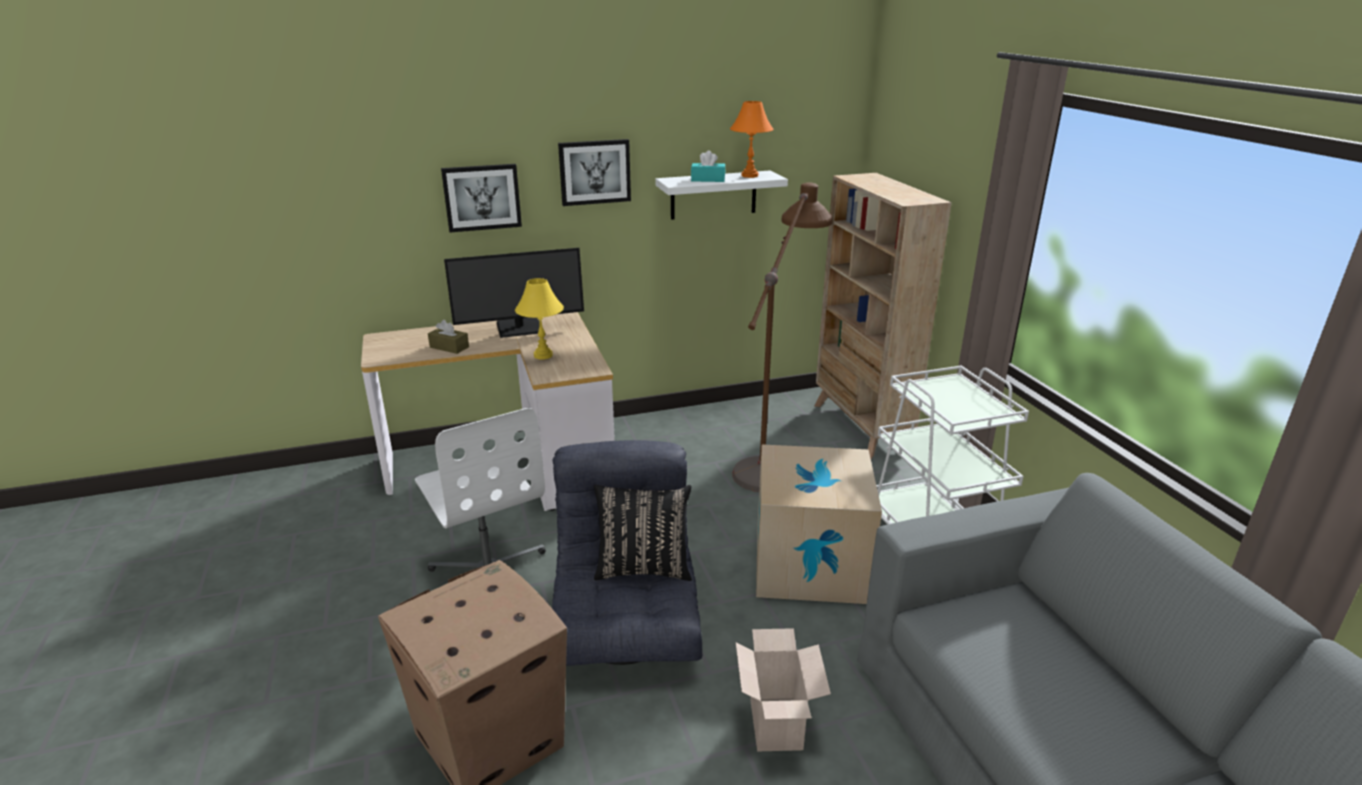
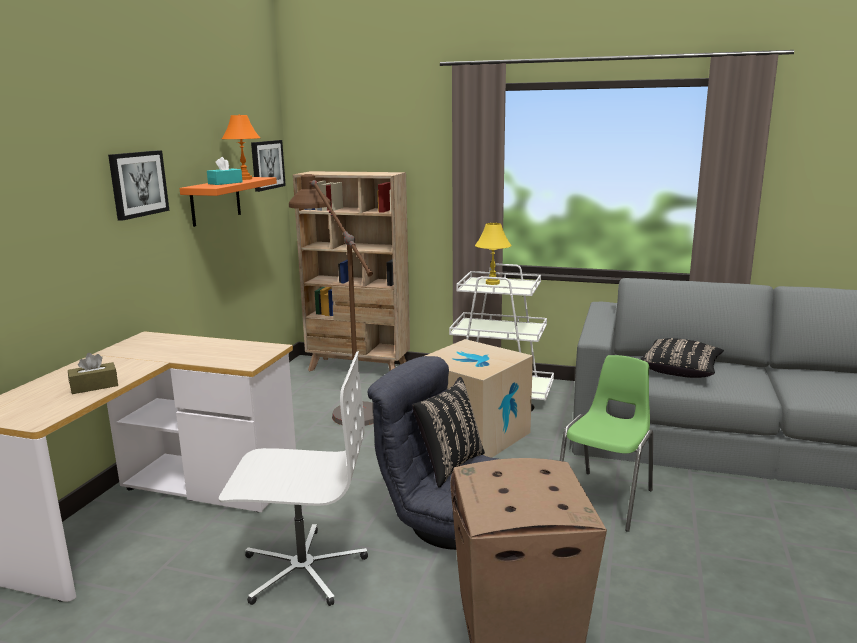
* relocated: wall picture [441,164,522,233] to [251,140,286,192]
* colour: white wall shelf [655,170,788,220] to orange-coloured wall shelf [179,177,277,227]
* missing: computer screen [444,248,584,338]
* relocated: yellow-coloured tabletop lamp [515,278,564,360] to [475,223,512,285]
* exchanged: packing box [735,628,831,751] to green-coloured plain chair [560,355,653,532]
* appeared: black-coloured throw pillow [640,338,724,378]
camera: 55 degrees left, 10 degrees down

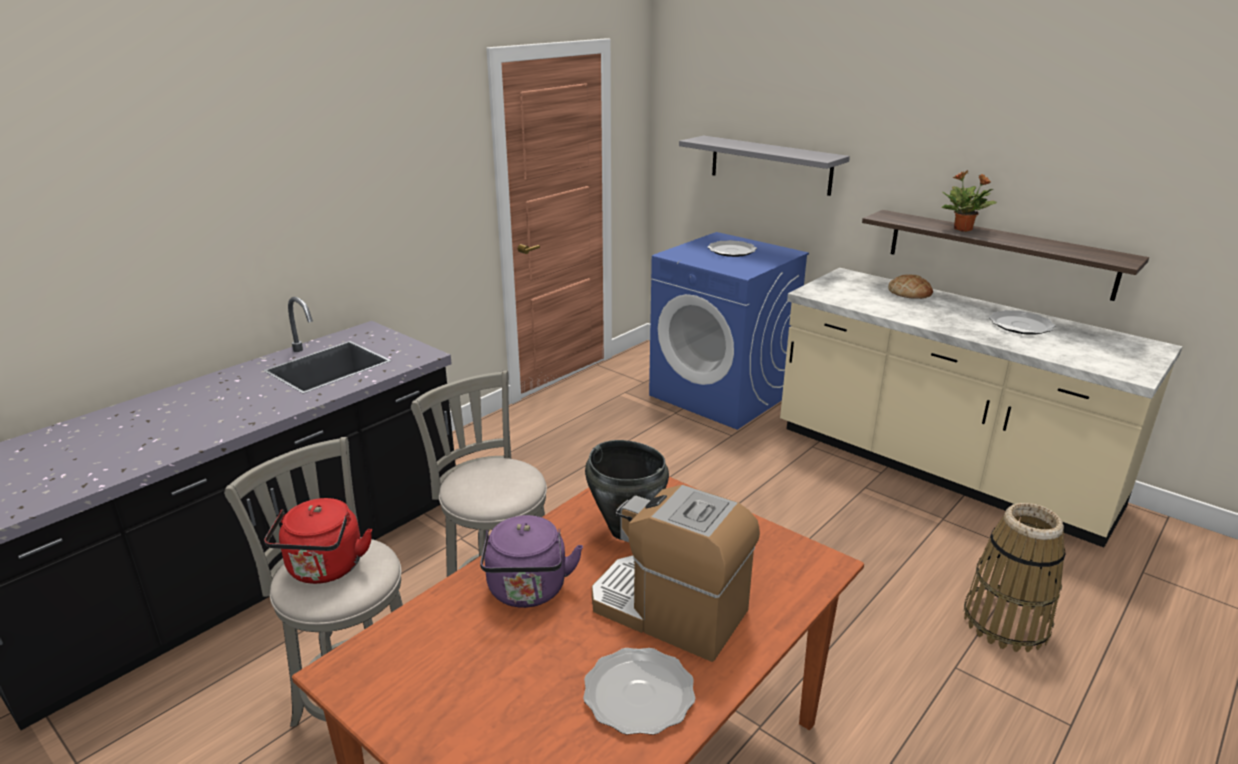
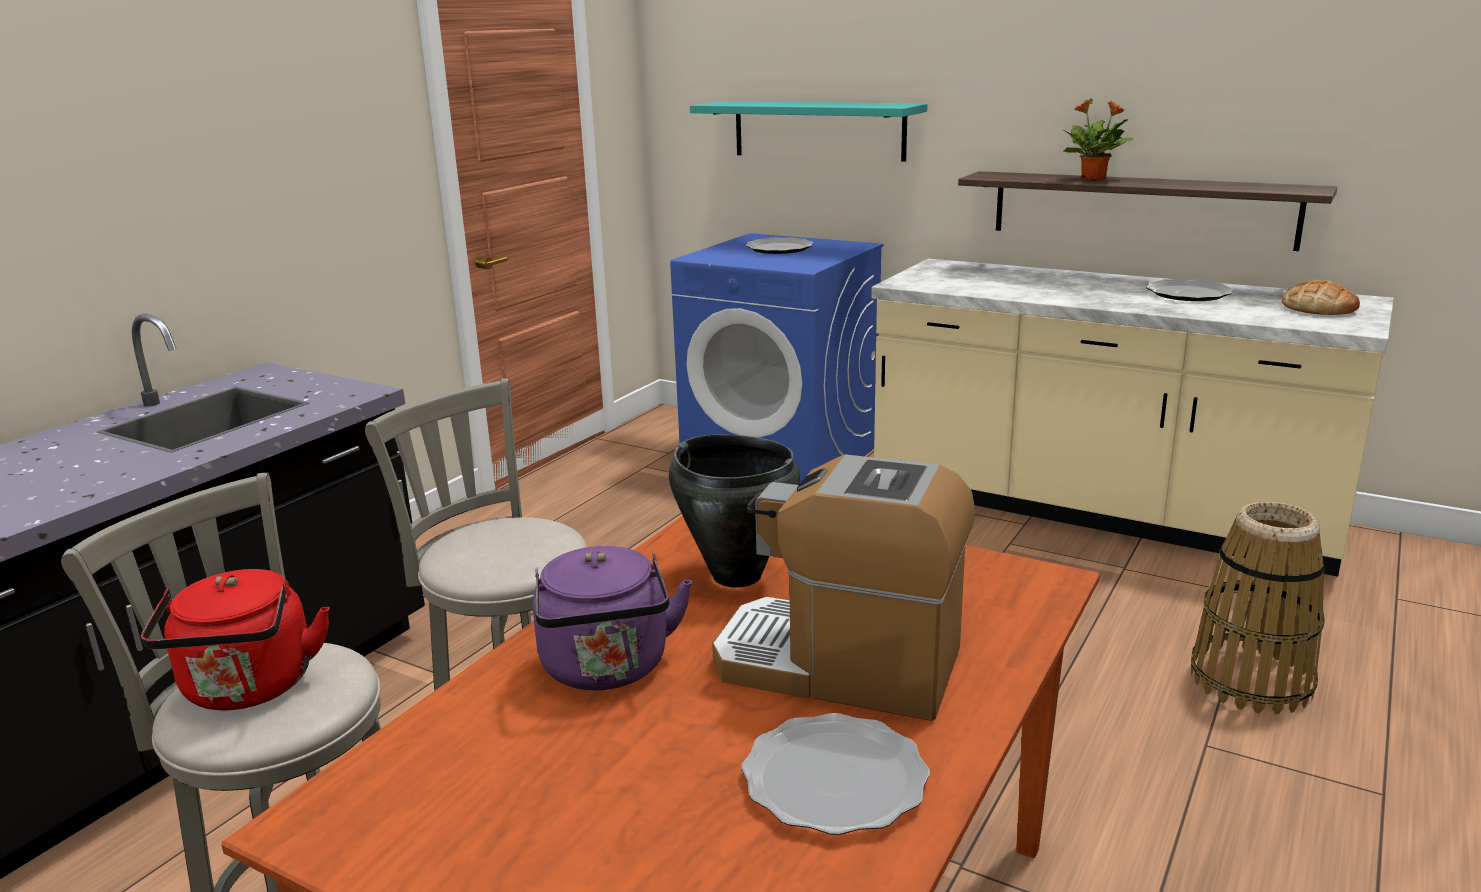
* colour: grey wall shelf [679,135,850,196] to turquoise wall shelf [690,101,928,162]
* relocated: bakery bread [888,274,933,299] to [1282,280,1360,315]
camera: 10 degrees left, 5 degrees down

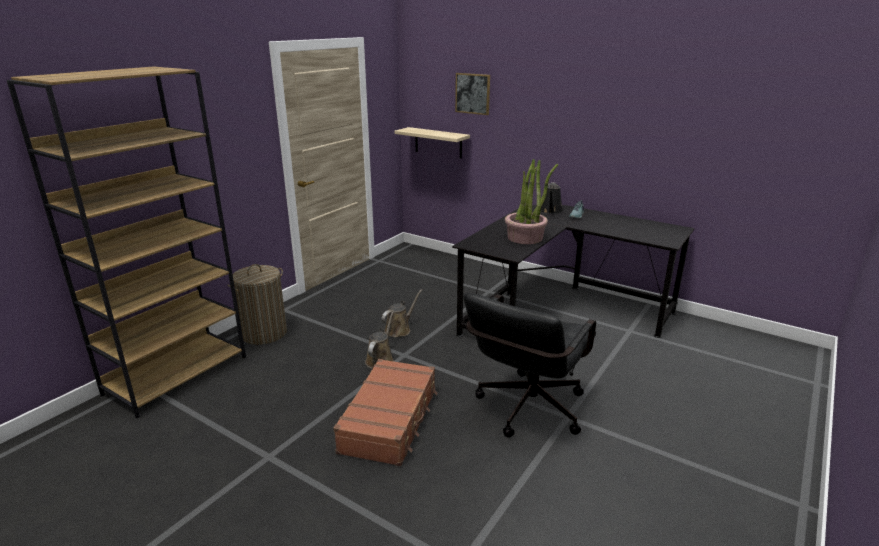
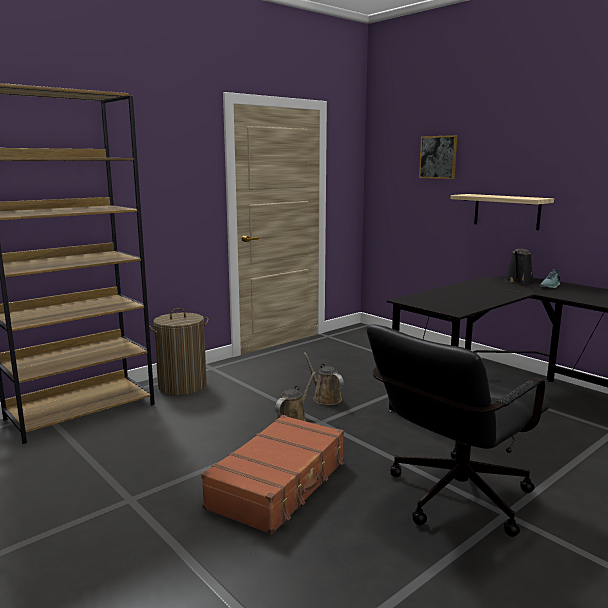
* relocated: wall shelf [394,127,470,159] to [451,194,554,230]
* missing: plant in a pot [505,159,558,244]
* spun: brownish watering pot [382,289,422,337] = [304,352,344,405] 90 degrees counterclockwise
camera: 15 degrees right, 10 degrees down

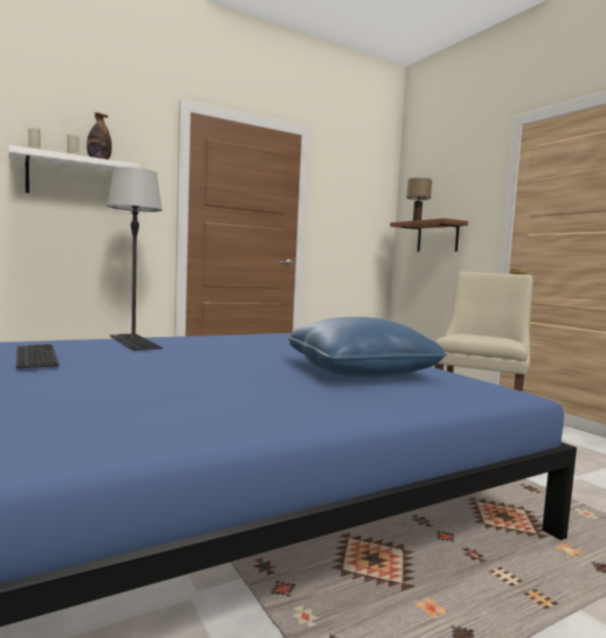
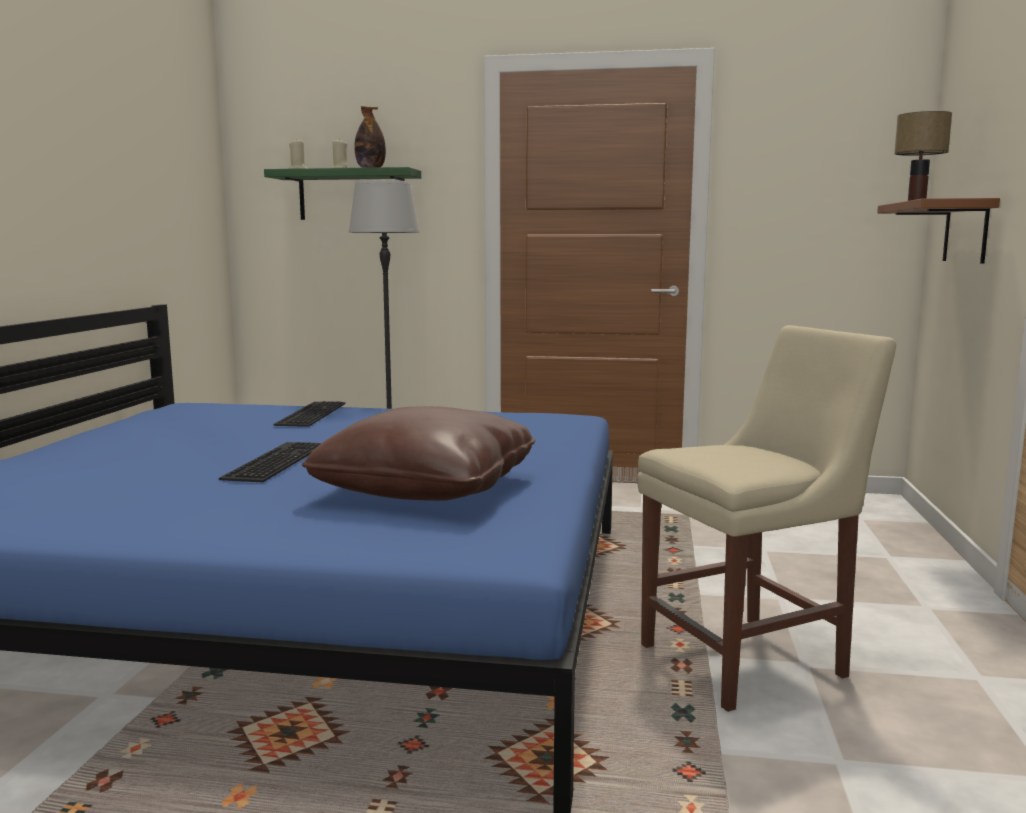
* colour: white wall shelf [9,145,140,193] to green-coloured wall shelf [264,167,421,220]
* colour: blue throw pillow [288,317,447,377] to brownish throw pillow [302,406,535,501]
* relocated: computer keyboard [16,344,59,369] to [219,442,321,482]
camera: 40 degrees right, 5 degrees up

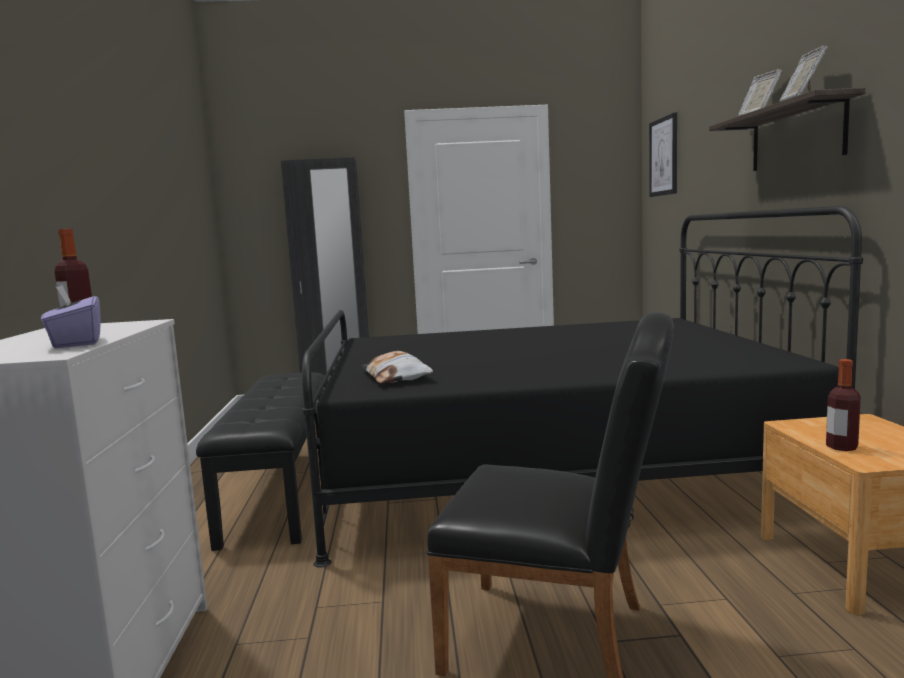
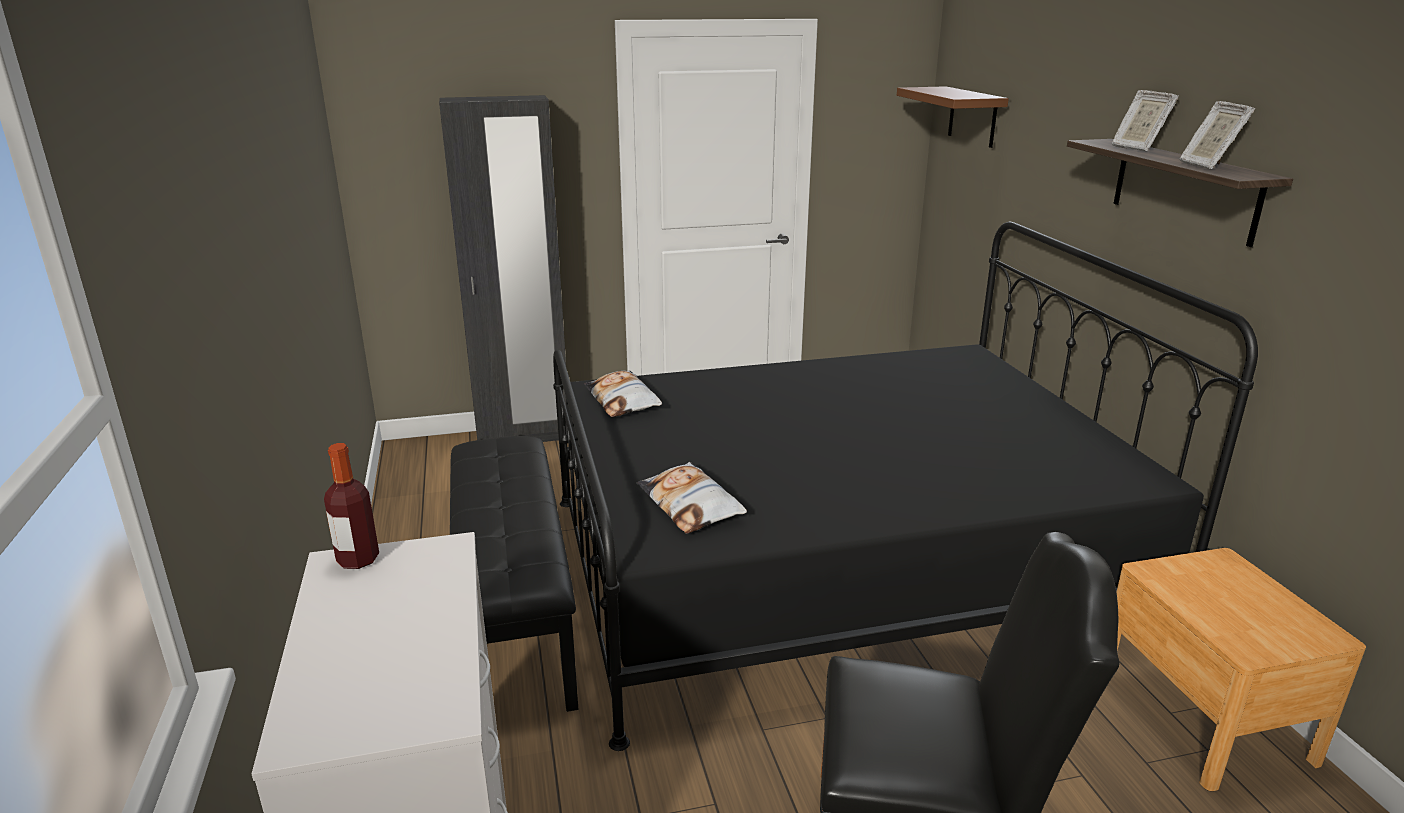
* exchanged: wall picture [649,112,677,197] to brownish wall shelf [897,86,1009,148]
* missing: purplish tissue holder [41,285,101,348]
* missing: bottle [826,359,861,451]
* appeared: throw pillow [584,370,662,417]
camera: 10 degrees left, 15 degrees up

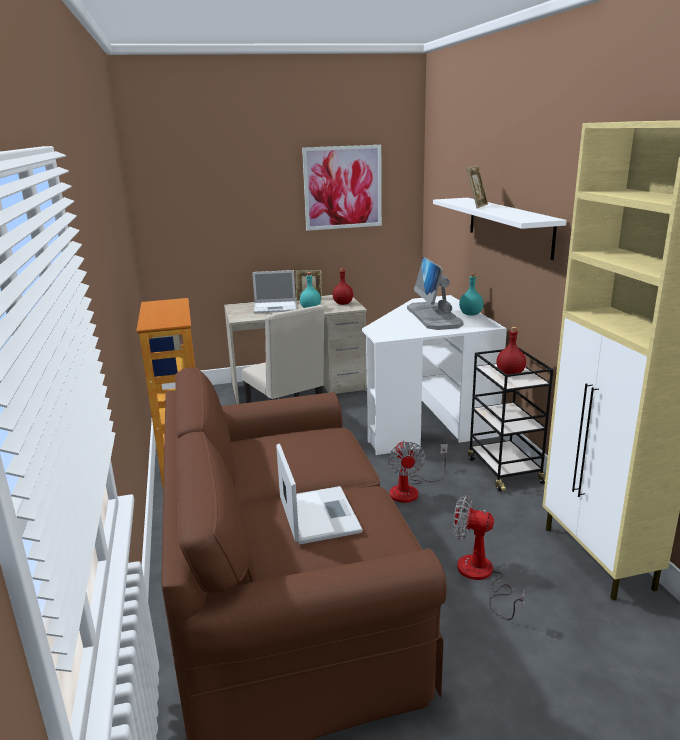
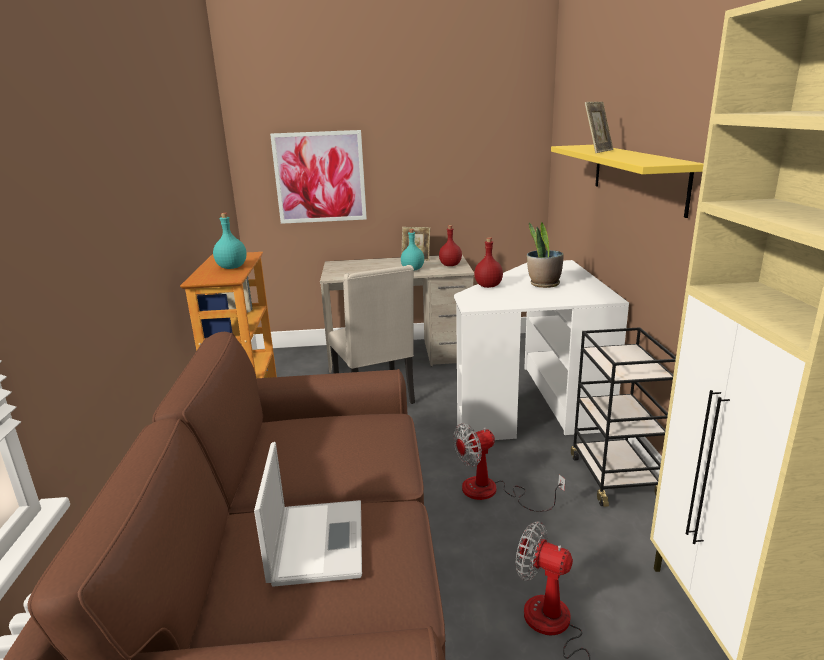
* relocated: wall picture [302,145,382,231] to [270,130,367,224]
* colour: white wall shelf [433,198,567,260] to yellow-coloured wall shelf [551,145,704,218]
* exchanged: computer screen [407,257,464,330] to plant in a pot [527,222,564,288]
* missing: notebook computer [252,270,296,313]
* relocated: turquoise bottle [459,273,484,315] to [213,213,247,269]
* relocated: red bottle [496,327,526,374] to [474,237,503,288]
* spun: cooling fan [388,440,448,503] = [453,423,566,512] 60 degrees clockwise
camera: 10 degrees right, 0 degrees up

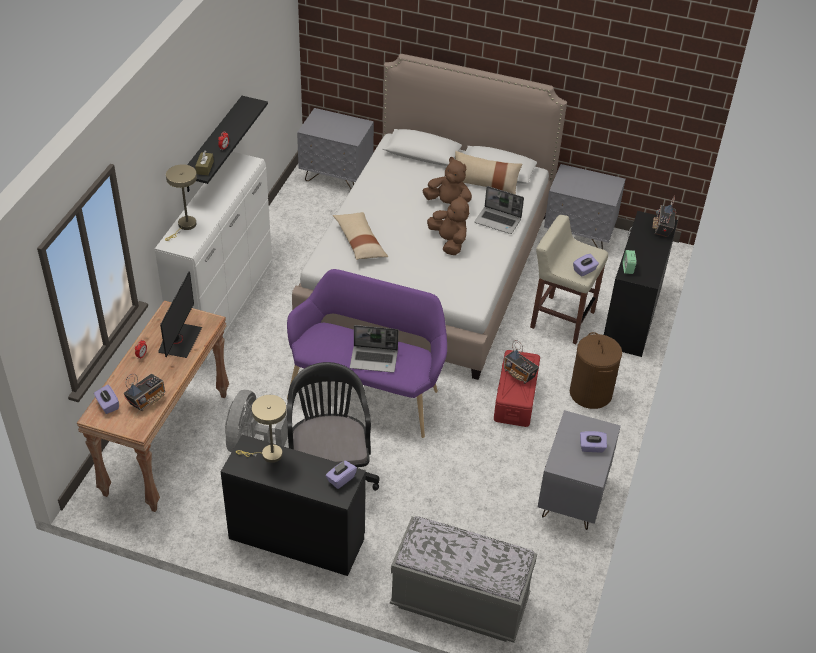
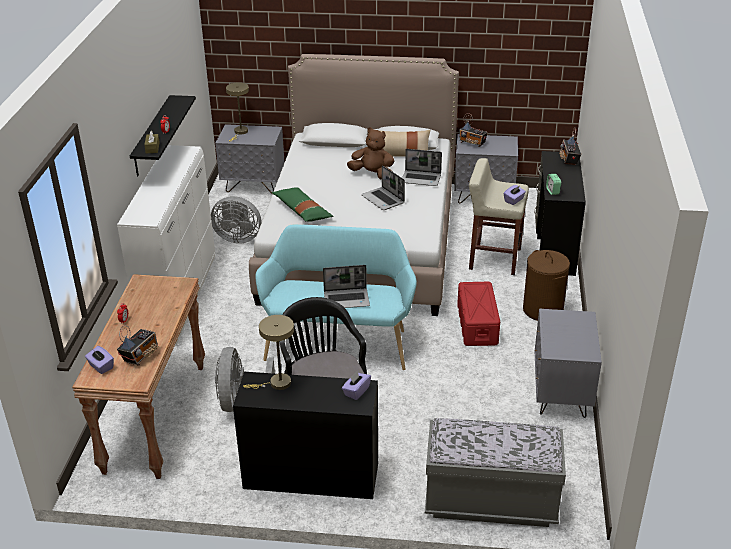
* relocated: sand-coloured tabletop lamp [165,164,197,241] to [226,82,249,141]
* exchanged: brownish cuddly toy [427,194,469,255] to notebook computer [361,165,405,210]
* colour: sand-coloured throw pillow [333,212,388,260] to green-coloured throw pillow [272,187,334,222]
* colour: purplish indoor bench [287,269,447,438] to turquoise indoor bench [255,224,417,370]
* missing: computer screen [158,271,202,358]
* relocated: radio [503,340,539,384] to [459,113,488,147]
* missing: purplish tissue holder [580,431,607,453]
* appeared: grey cooling fan [211,196,262,244]
camera: 10 degrees left, 10 degrees down

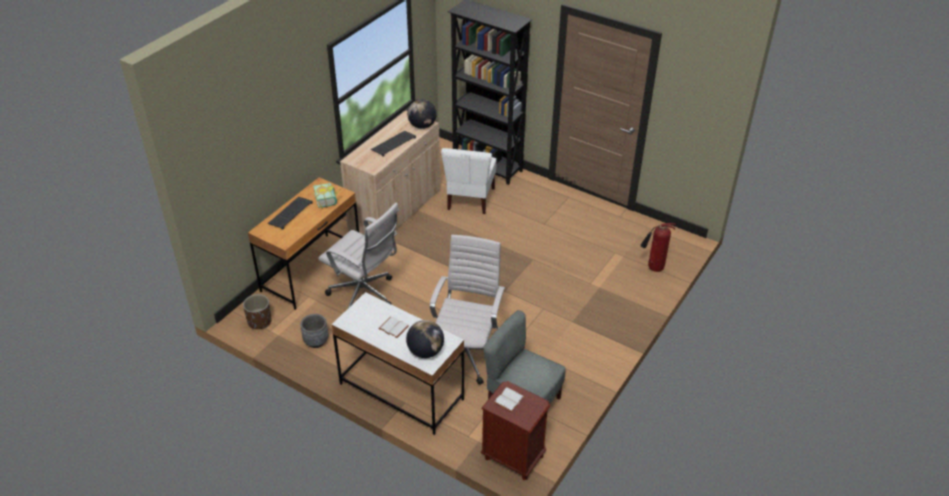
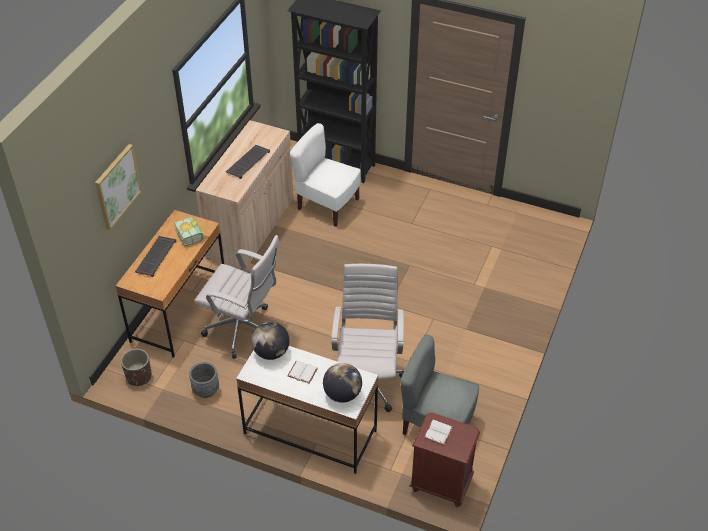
* relocated: globe [407,99,437,129] to [251,322,289,360]
* spun: white plain chair [441,148,496,214] = [290,123,361,227] 120 degrees clockwise
* missing: fire extinguisher [641,223,676,272]
* appeared: wall picture [95,144,142,230]
camera: 10 degrees left, 5 degrees up

